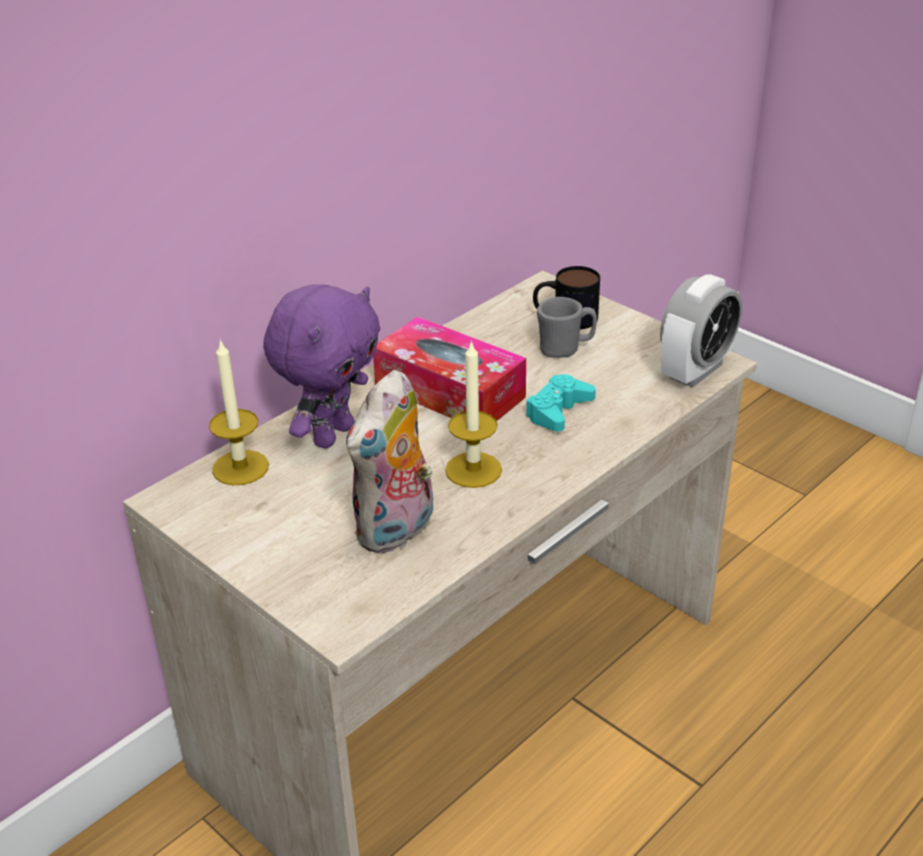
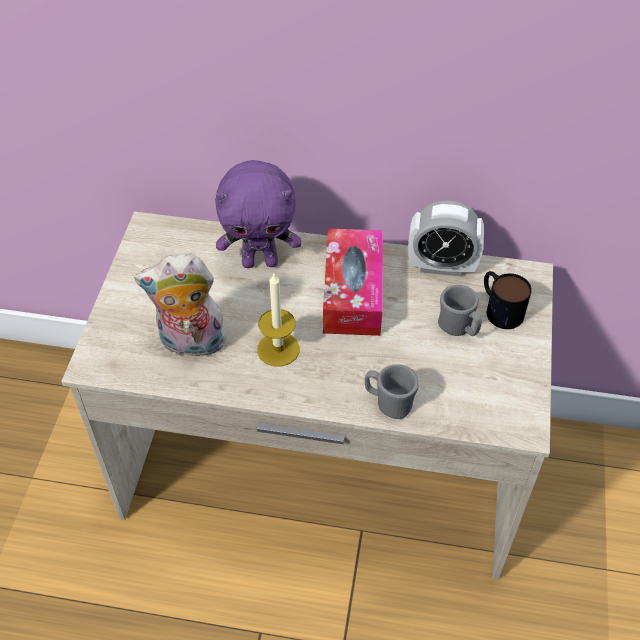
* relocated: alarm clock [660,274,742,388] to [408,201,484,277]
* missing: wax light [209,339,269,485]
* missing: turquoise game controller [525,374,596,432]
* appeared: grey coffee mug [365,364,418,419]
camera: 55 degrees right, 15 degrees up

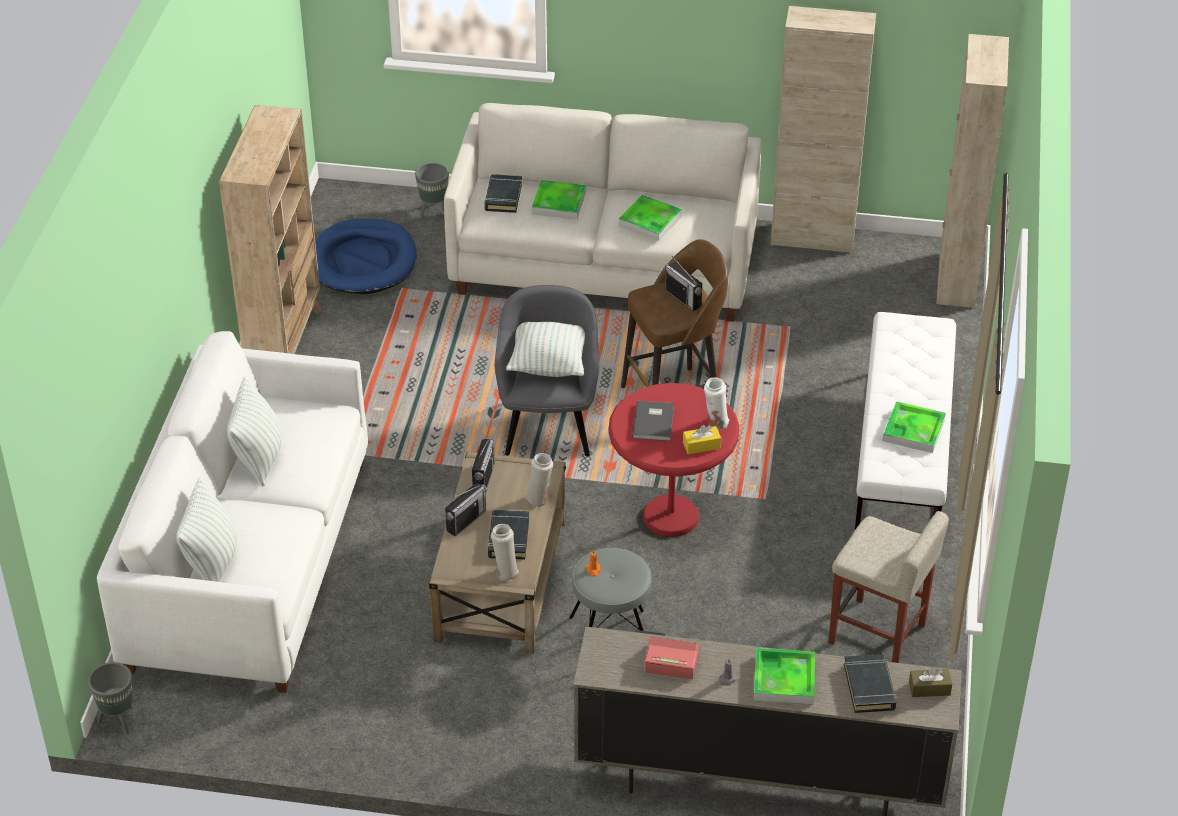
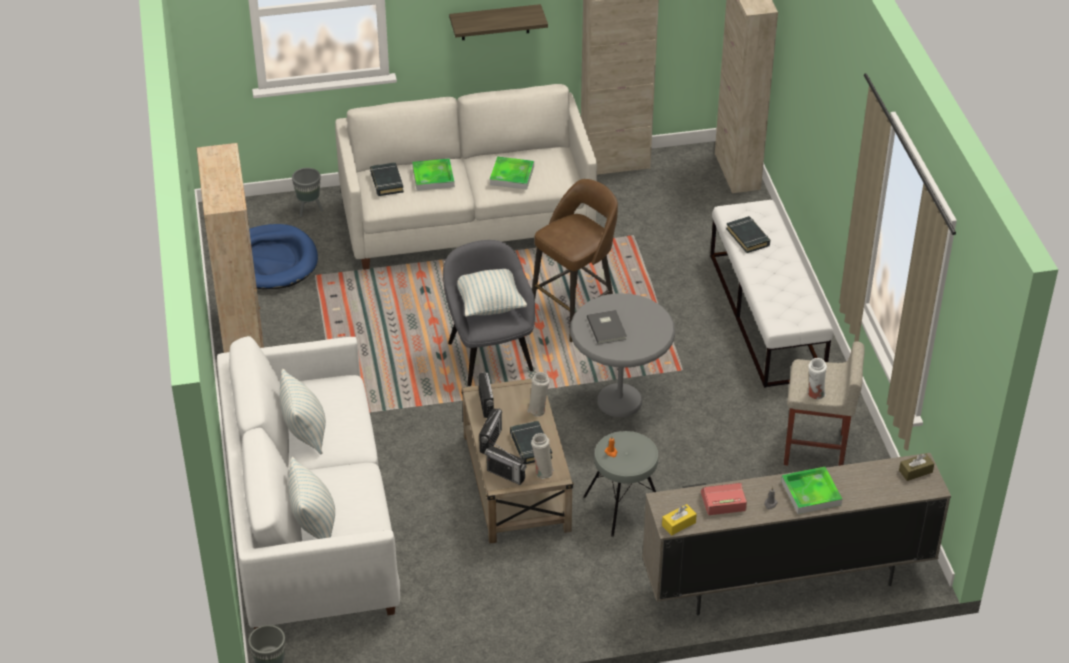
* relocated: radio [664,256,702,311] to [484,442,527,485]
* relocated: white flower vase [704,377,730,430] to [808,358,827,399]
* colour: red accent table [608,383,739,537] to grey accent table [570,293,675,417]
* missing: tray [883,401,946,453]
* relocated: yellow-coloured tissue holder [683,425,721,454] to [662,504,697,535]
* relocated: black-coloured book [844,654,897,713] to [726,216,770,253]
* appeared: wall shelf [449,4,548,40]
camera: 20 degrees left, 0 degrees up

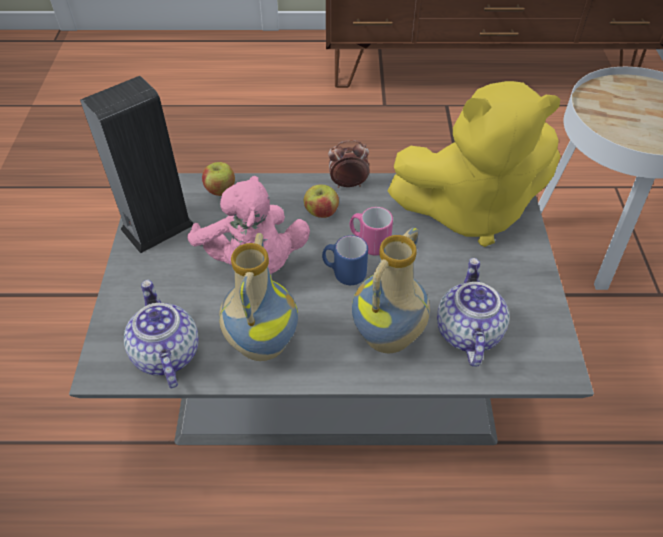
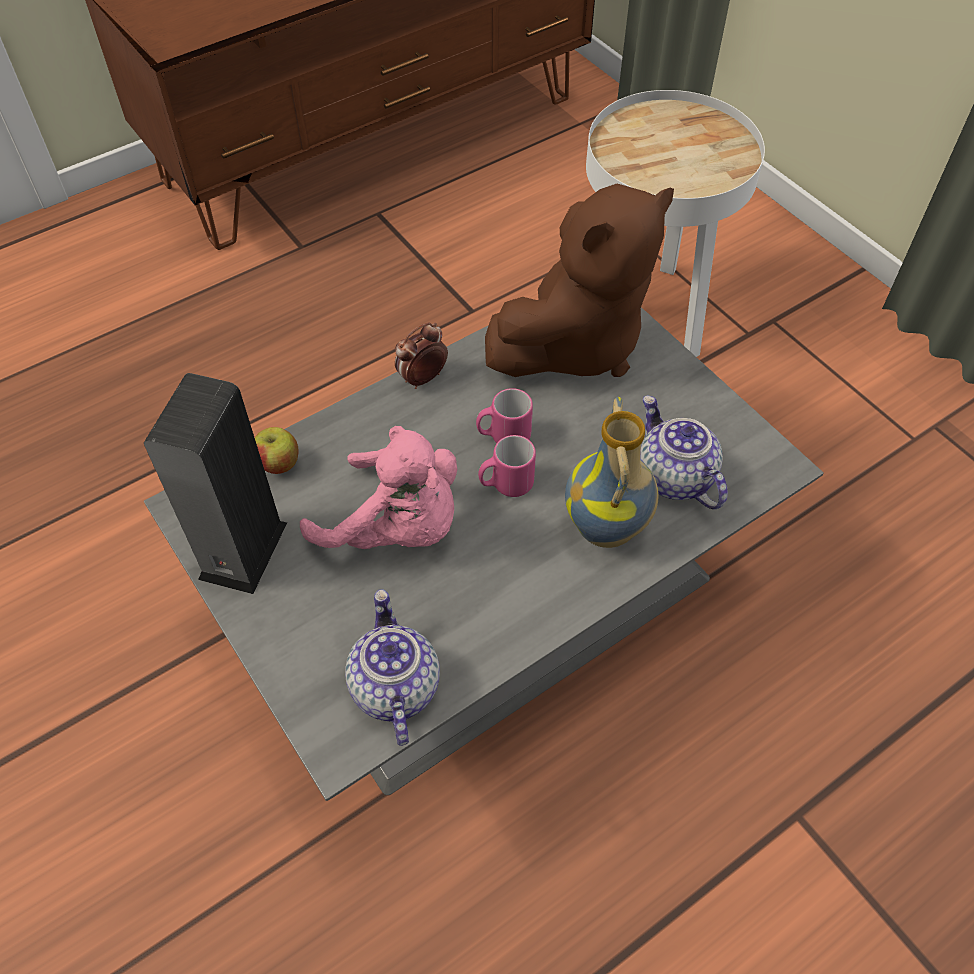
* colour: yellow-coloured cuddly toy [388,81,561,247] to brownish cuddly toy [485,184,674,377]
* missing: apple [304,185,339,218]
* missing: flower vase [219,233,298,361]
* colour: blue coffee mug [322,235,368,285] to pink coffee mug [478,435,536,497]
* spun: pot for tea [124,280,199,388] = [345,589,440,746] 45 degrees clockwise
camera: 35 degrees left, 5 degrees up

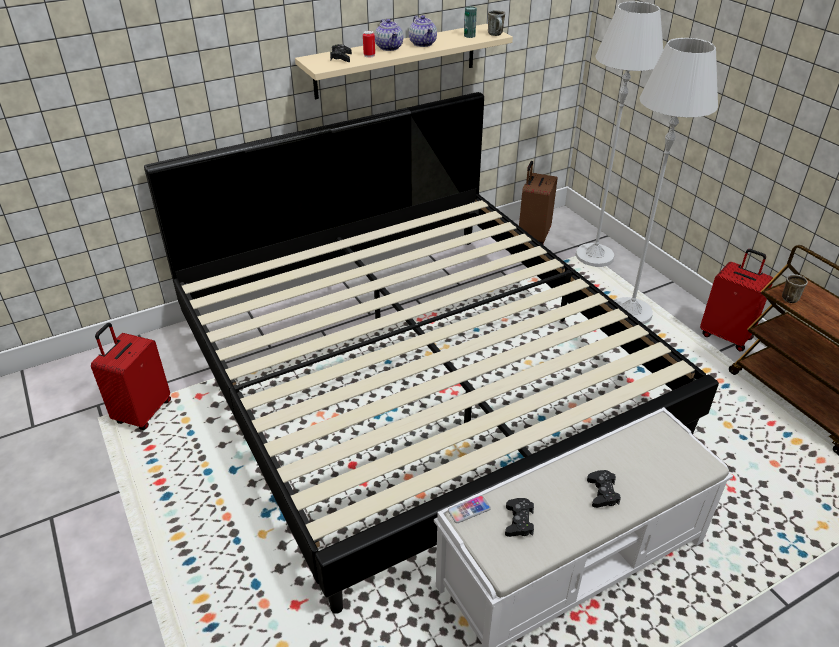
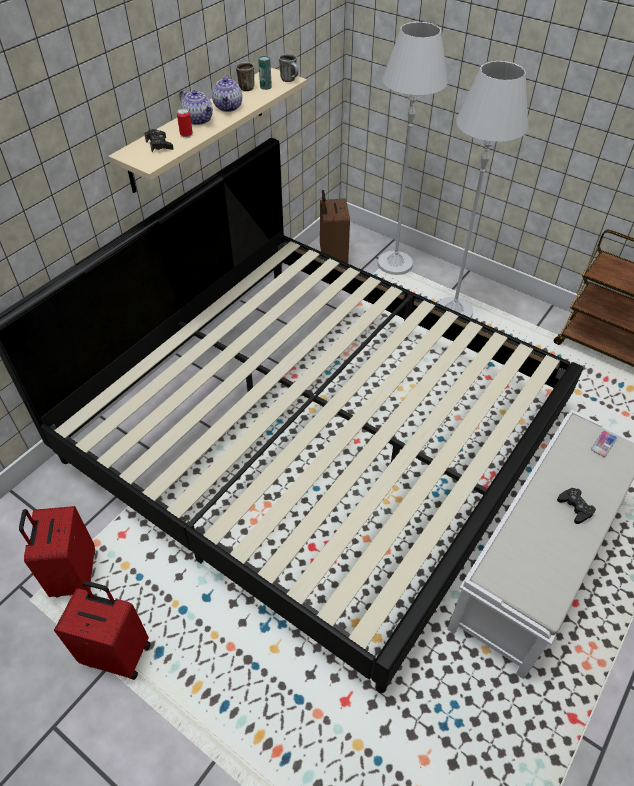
* spun: pot for tea [409,15,437,47] = [212,75,242,112] 45 degrees clockwise
* relocated: red piece of luggage [700,249,773,352] to [54,581,151,680]
* relocated: coffee mug [782,274,808,303] to [236,62,255,91]
* relocated: handset [448,495,491,523] to [591,431,617,457]
* missing: black-coloured game controller [505,498,534,537]
camera: 25 degrees left, 10 degrees up

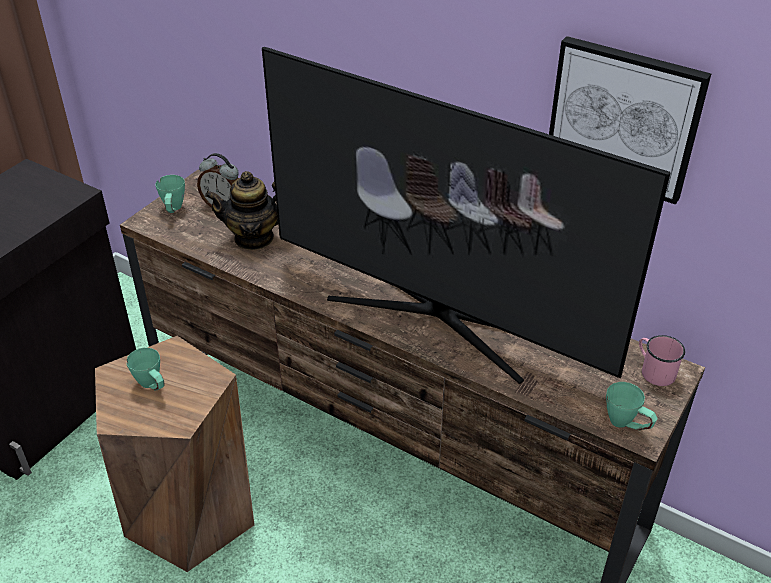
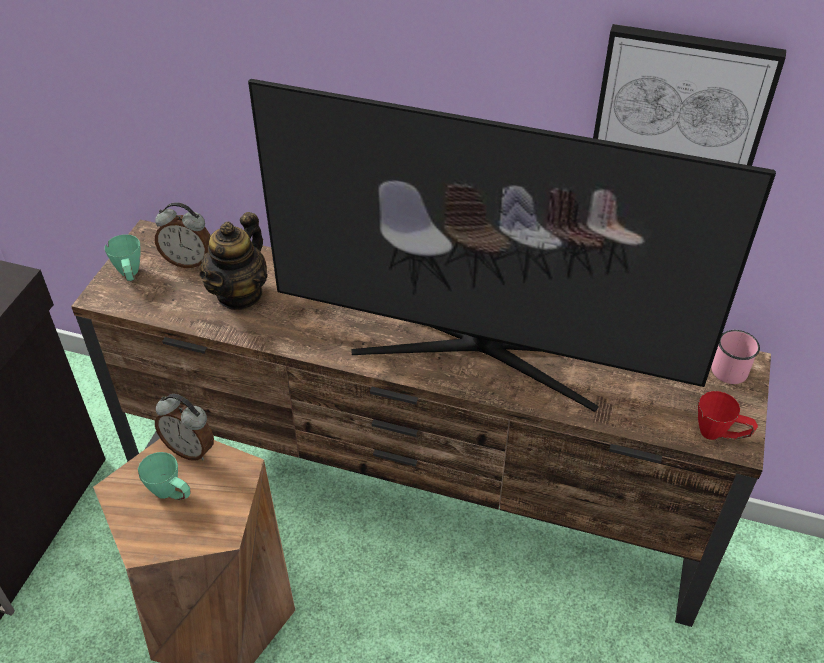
* spun: pot for tea [205,171,278,250] = [199,212,268,310] 45 degrees counterclockwise
* colour: green-coloured coffee mug [606,382,658,430] to red coffee mug [698,391,758,440]
* appeared: alarm clock [155,394,214,461]
camera: 15 degrees left, 5 degrees up

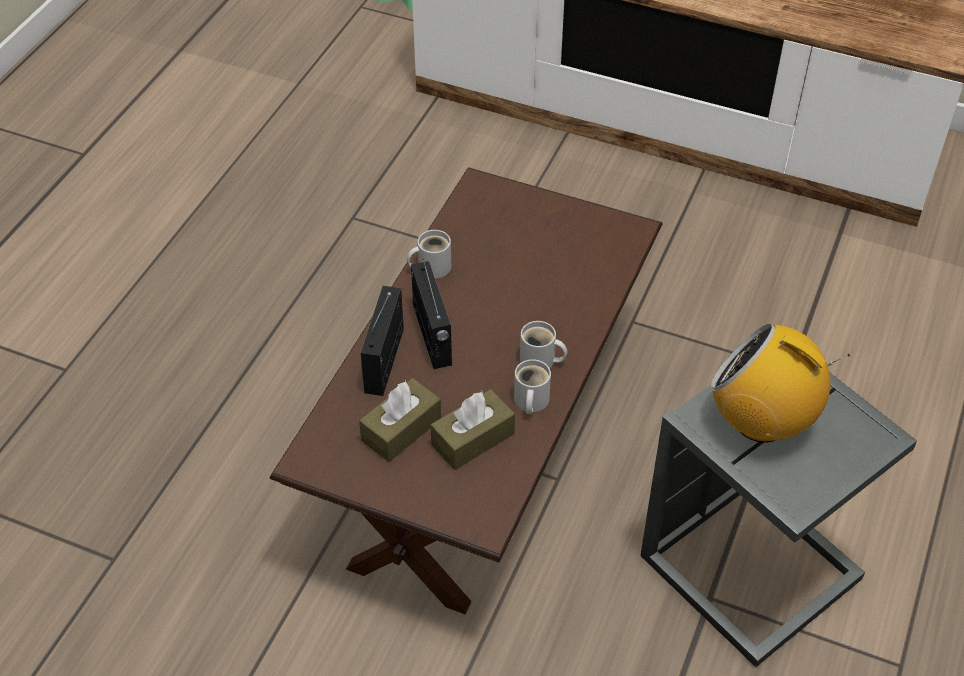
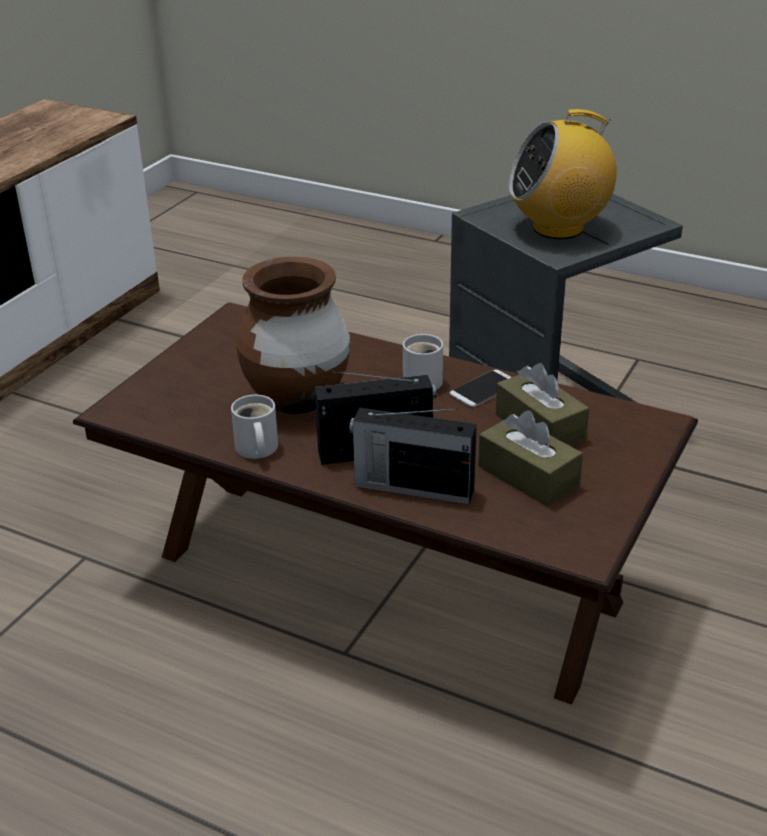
* spun: radio [711,323,850,443] = [509,109,617,239] 45 degrees clockwise
* exchanged: white coffee mug [514,359,551,414] to handset [450,370,511,407]
* appeared: brownish flower vase [236,257,350,414]
camera: 85 degrees left, 15 degrees down

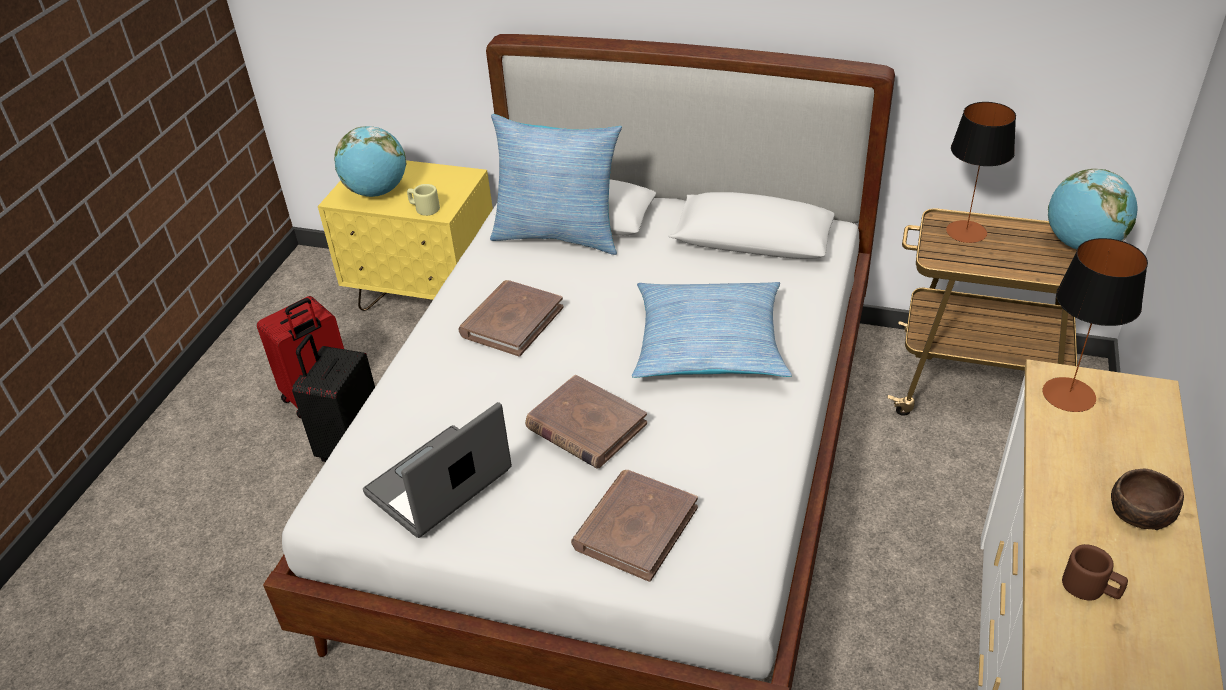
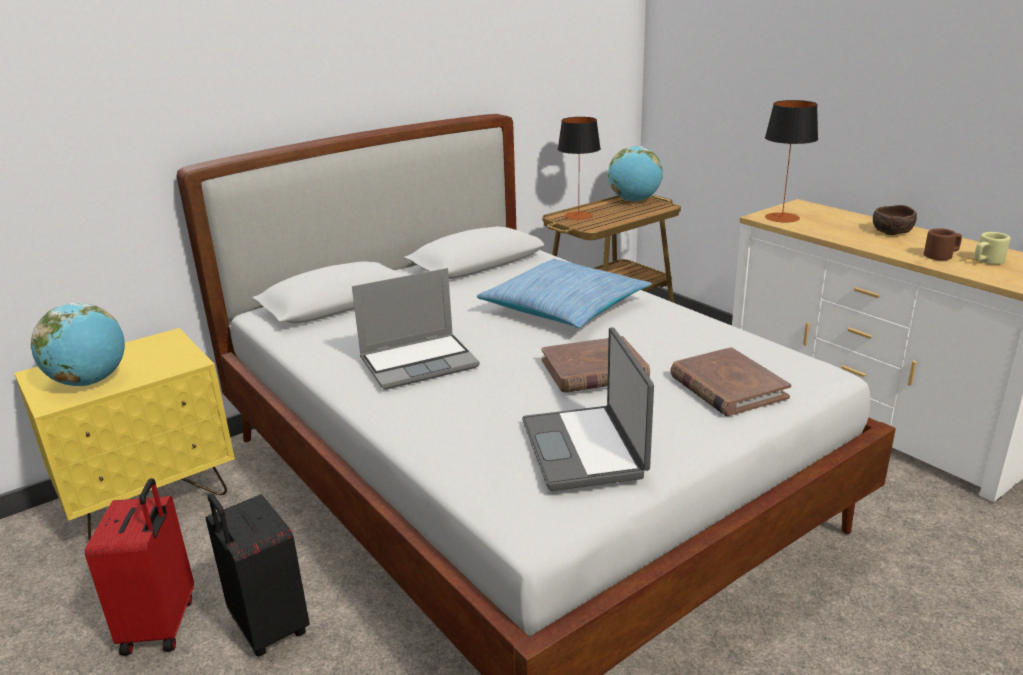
* missing: throw pillow [490,114,622,255]
* relocated: sand-coloured coffee mug [407,184,440,216] to [974,232,1010,265]
* exchanged: brownish book [459,280,564,357] to notebook computer [352,268,480,390]
camera: 55 degrees left, 15 degrees down

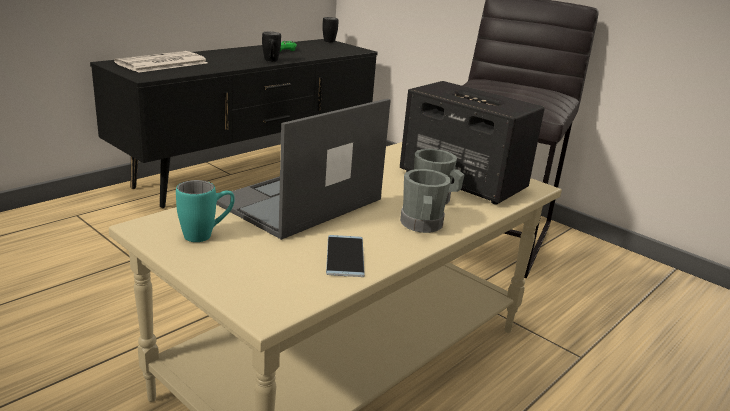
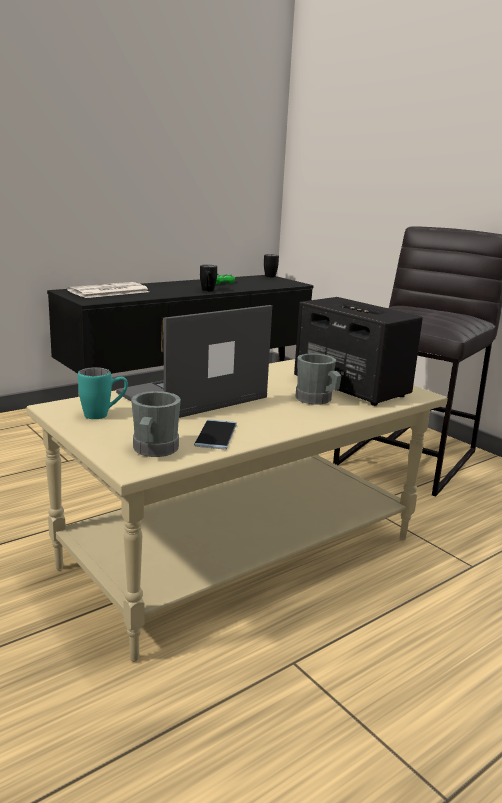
* relocated: grey coffee mug [400,169,451,233] to [131,391,181,457]
camera: 10 degrees right, 5 degrees down

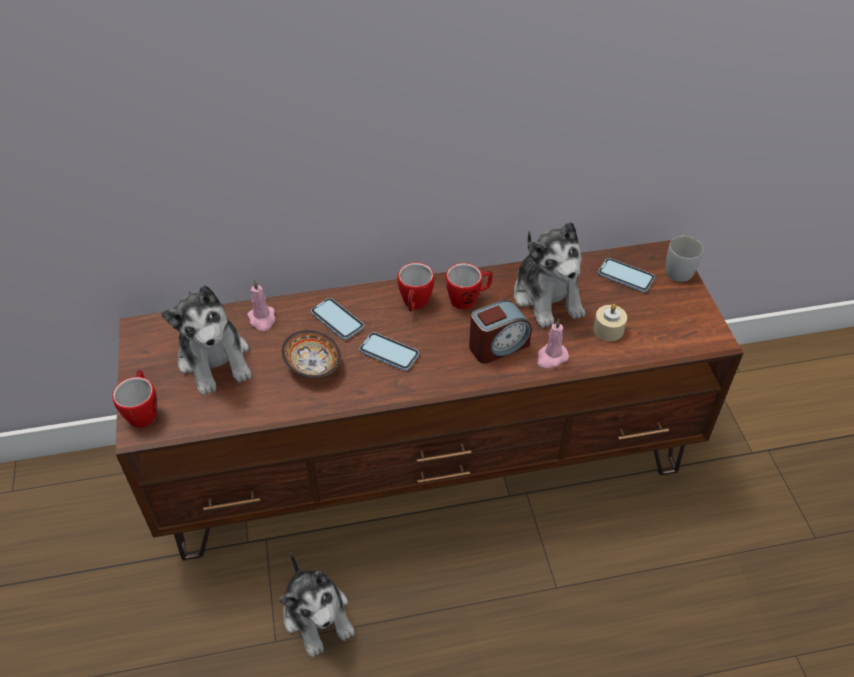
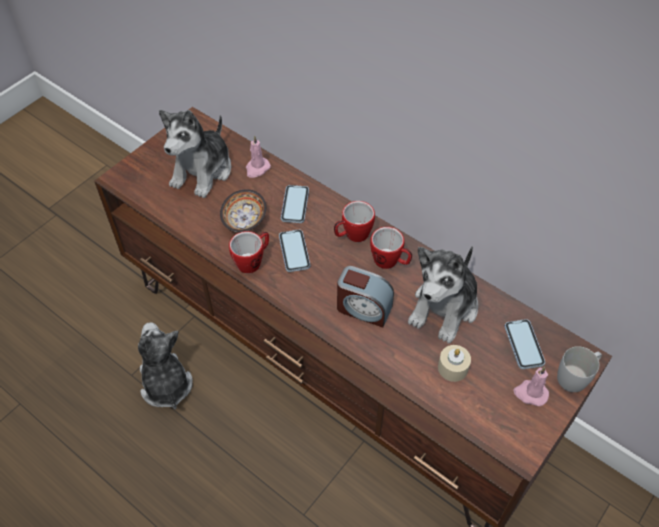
* relocated: pink wax light [537,319,569,368] to [513,367,549,406]
* relocated: coffee mug [112,370,157,428] to [229,231,269,274]
* spun: cuddly toy [280,553,355,658] = [138,322,193,409] 135 degrees clockwise
camera: 50 degrees right, 5 degrees up

